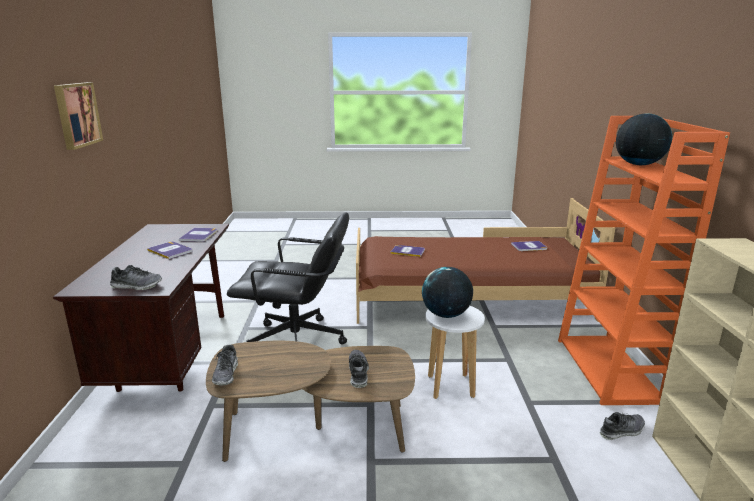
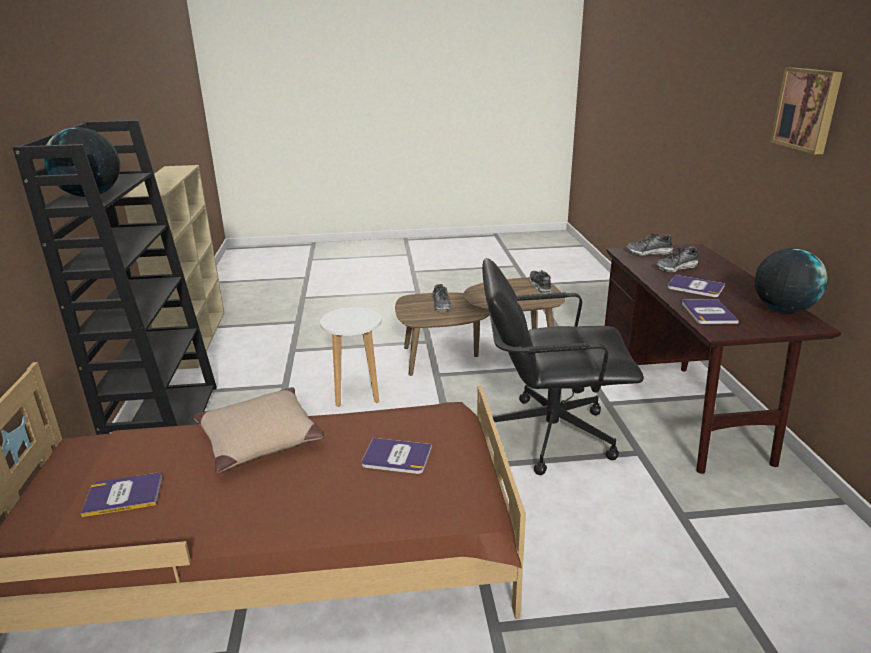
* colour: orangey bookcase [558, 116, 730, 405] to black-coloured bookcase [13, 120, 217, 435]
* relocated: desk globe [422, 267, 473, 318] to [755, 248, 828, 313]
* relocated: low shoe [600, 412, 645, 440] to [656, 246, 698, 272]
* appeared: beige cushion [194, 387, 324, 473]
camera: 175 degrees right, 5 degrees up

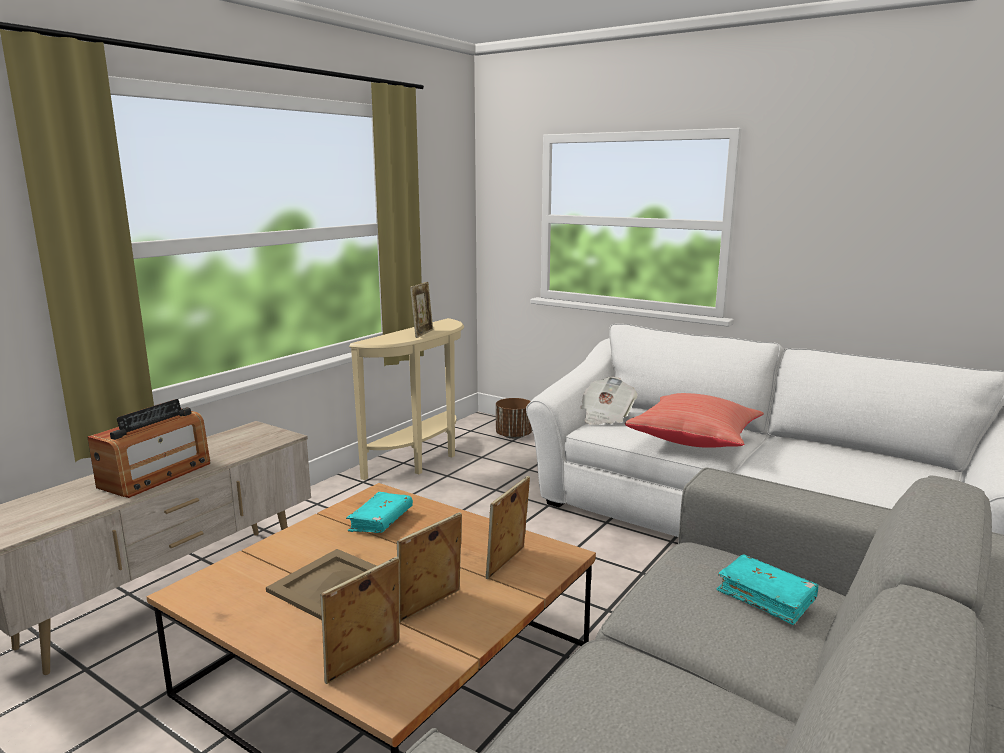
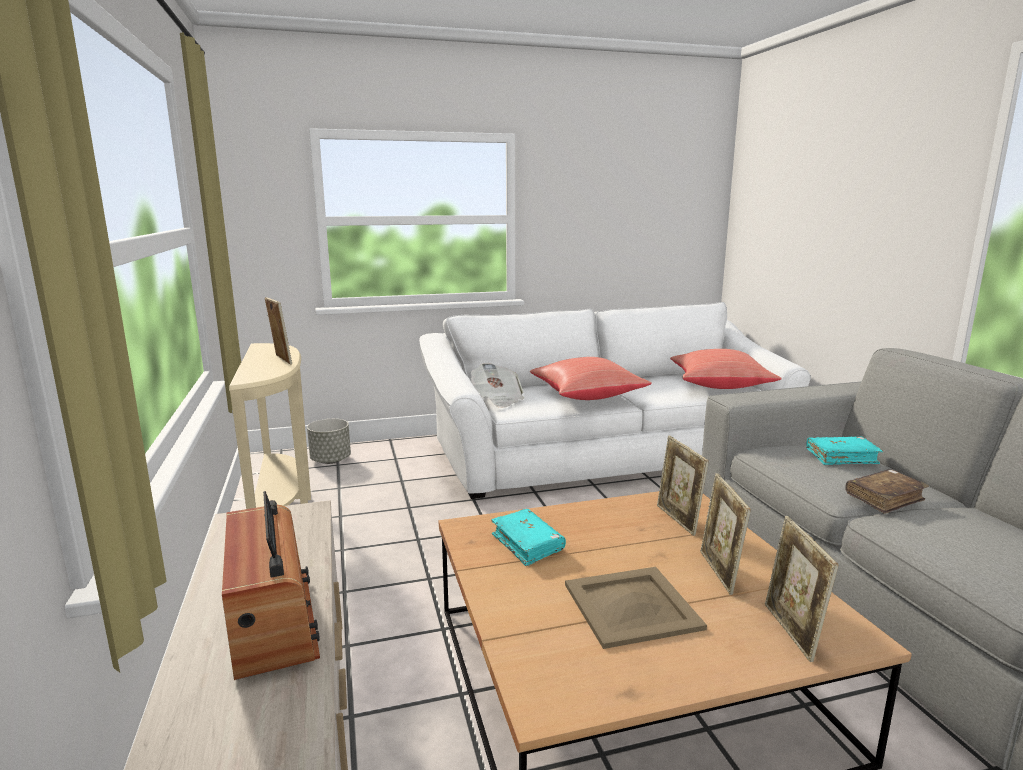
* colour: brown-coloured planter [496, 398, 532, 439] to grey planter [307, 419, 351, 464]
* appeared: red-coloured cushion [670, 349, 781, 389]
* appeared: brown-coloured volume [845, 469, 929, 514]
camera: 50 degrees left, 0 degrees up

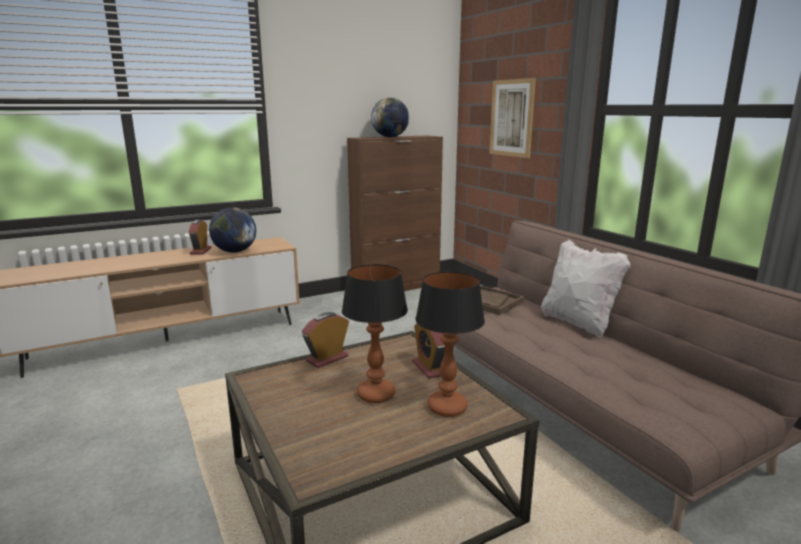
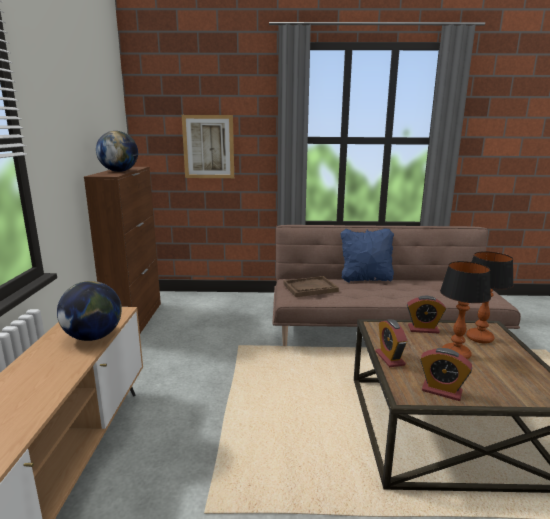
* relocated: table clock [189, 220, 211, 255] to [420, 348, 472, 401]
* colour: white cushion [541, 239, 631, 337] to blue-coloured cushion [341, 229, 394, 283]
camera: 60 degrees left, 0 degrees up

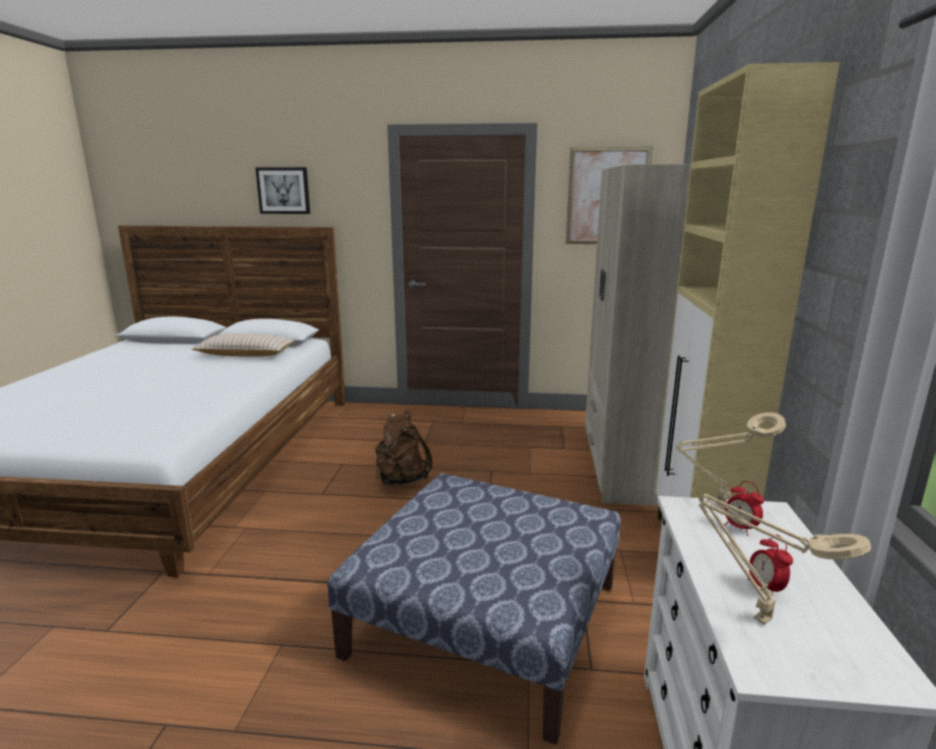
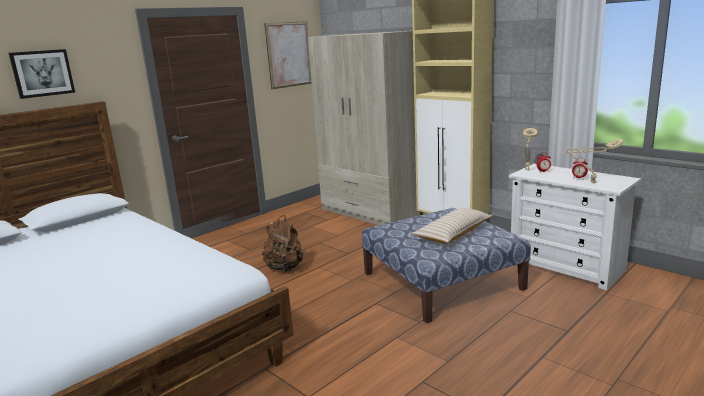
* relocated: beige cushion [191, 333, 295, 357] to [412, 208, 492, 243]
camera: 50 degrees left, 0 degrees up

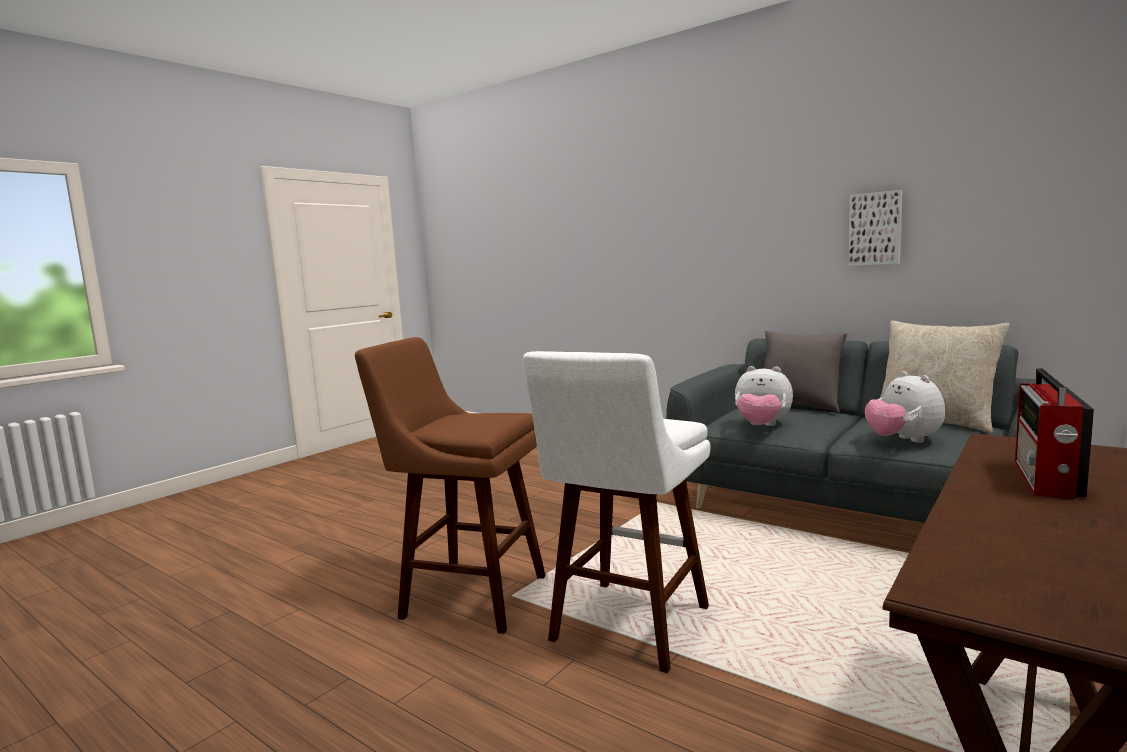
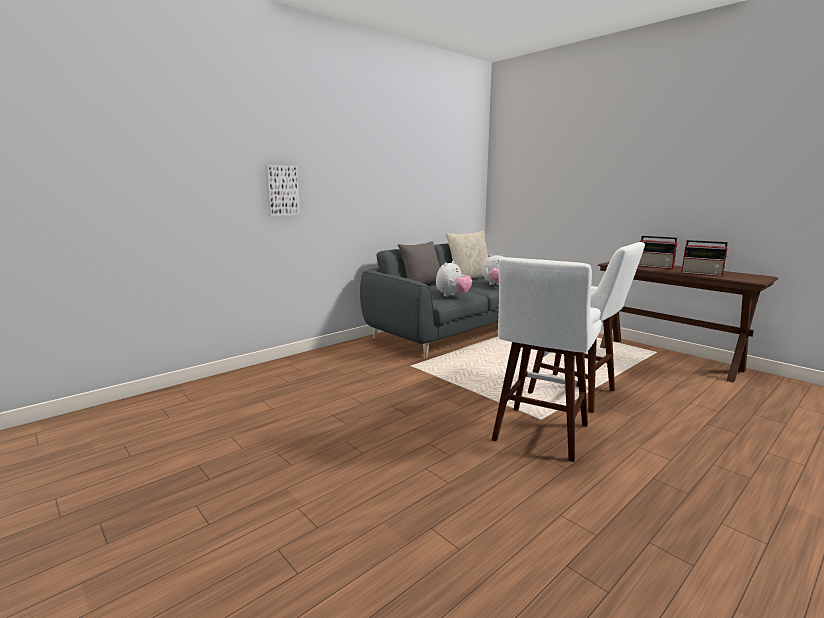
* relocated: wall art [848, 190, 902, 266] to [265, 165, 300, 216]
* colour: brown-coloured sitting stool [355, 337, 546, 634] to white sitting stool [492, 257, 602, 462]
* appeared: radio set [681, 240, 728, 276]
camera: 80 degrees left, 5 degrees up

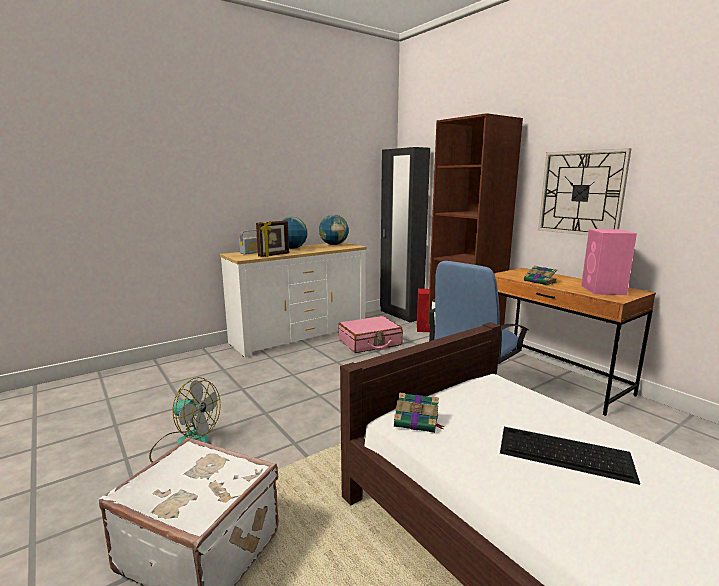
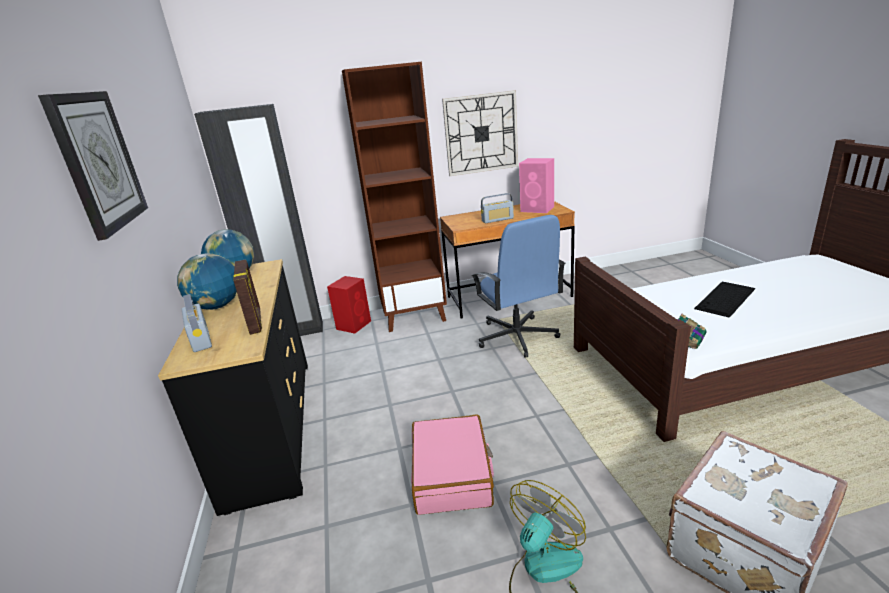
* colour: white drawer chest [220, 242, 366, 357] to black-coloured drawer chest [158, 259, 308, 516]
* exchanged: volume [524, 266, 557, 285] to radio set [481, 193, 514, 223]
* relocated: pinkish piece of luggage [338, 316, 403, 353] to [411, 414, 494, 515]
* appeared: clock on the wall [38, 91, 148, 241]
camera: 65 degrees left, 10 degrees up

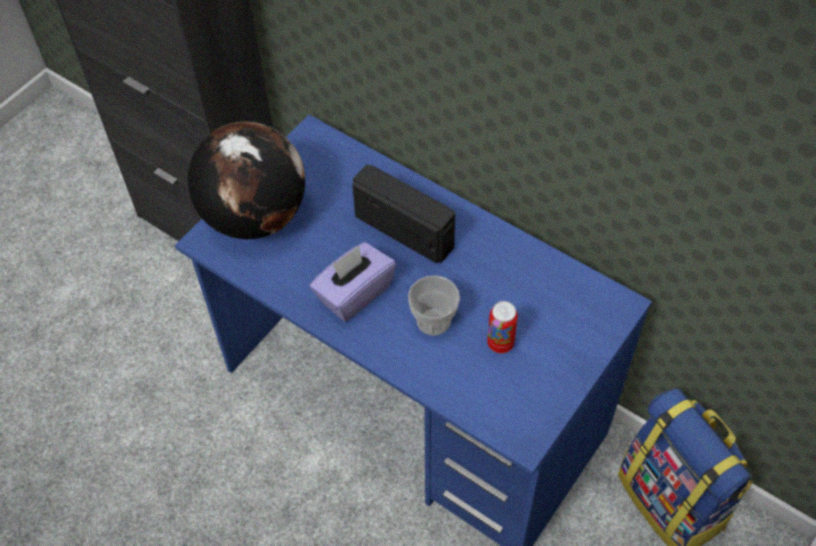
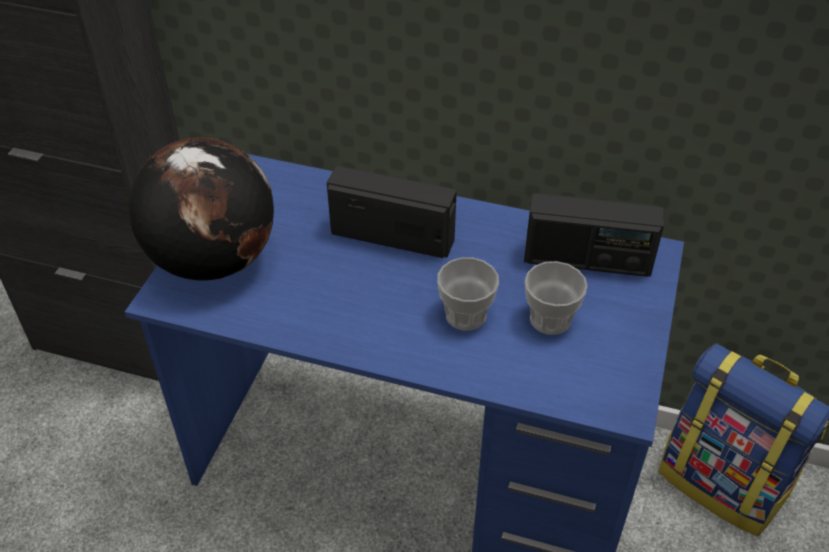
* missing: purplish tissue box [310, 242, 396, 322]
* exchanged: sealed can [487, 301, 518, 353] to small cup [525, 261, 588, 335]
* appeared: radio set [524, 193, 664, 277]
camera: 20 degrees left, 10 degrees down

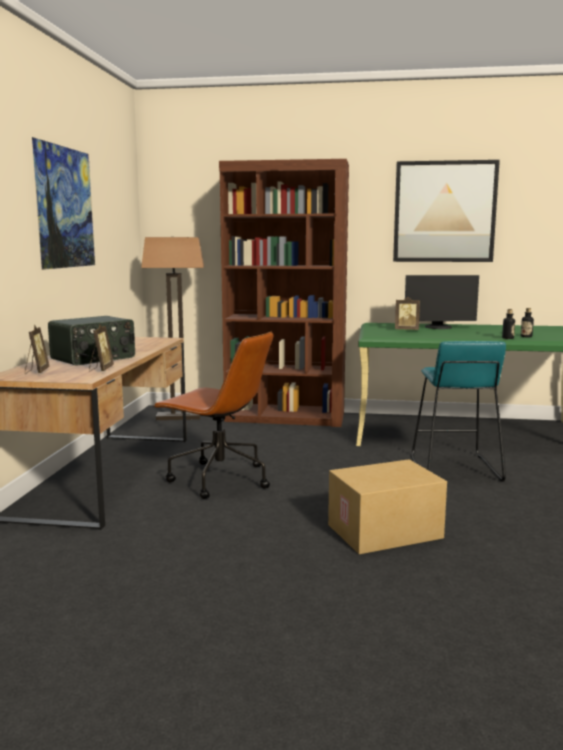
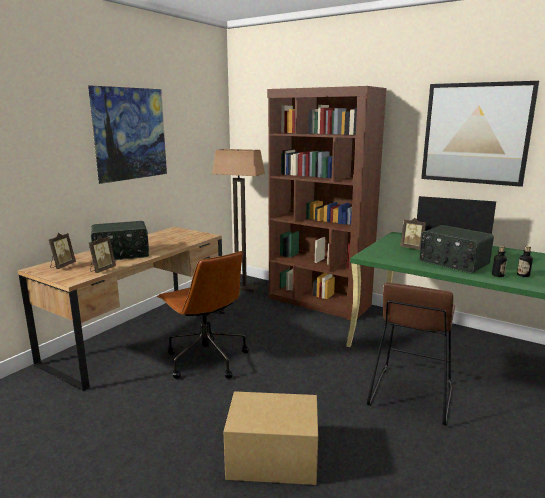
* colour: turquoise sitting stool [411, 341, 506, 481] to brown-coloured sitting stool [367, 282, 455, 425]
* appeared: radio set [419, 225, 494, 273]
camera: 25 degrees right, 5 degrees up

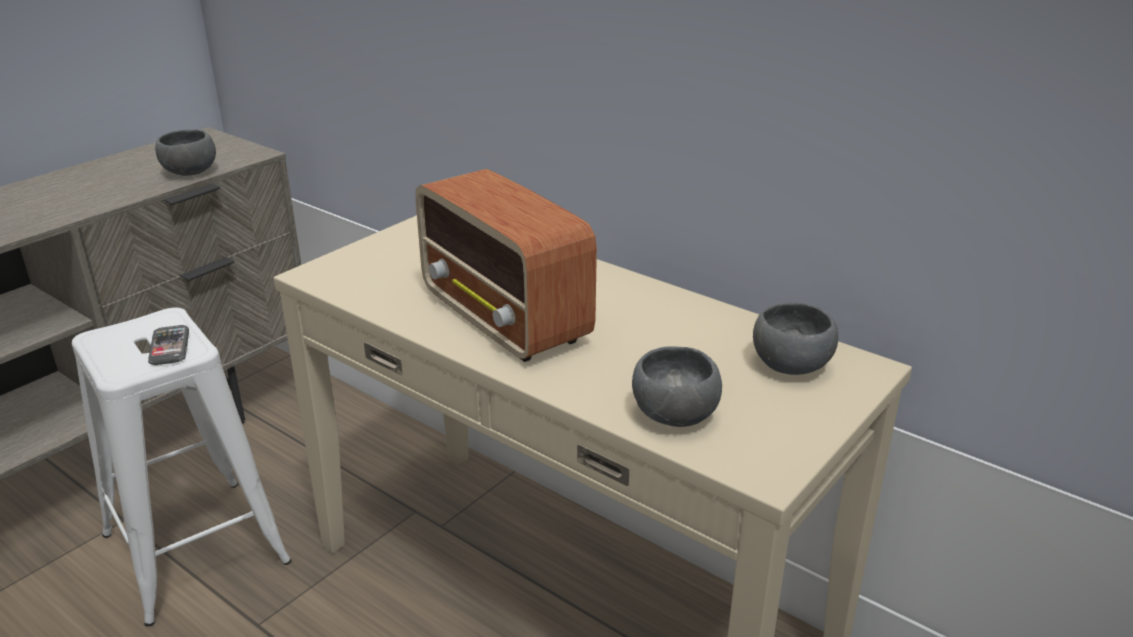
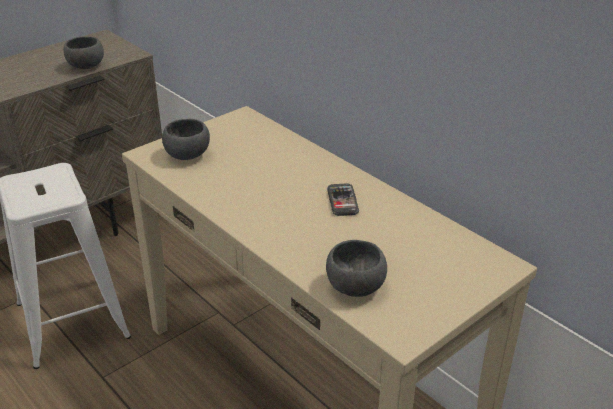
* missing: radio set [416, 169, 597, 362]
* relocated: grey bowl [753, 302, 838, 375] to [162, 119, 210, 160]
* relocated: handset [148, 325, 189, 365] to [327, 183, 359, 216]
camera: 10 degrees right, 5 degrees up

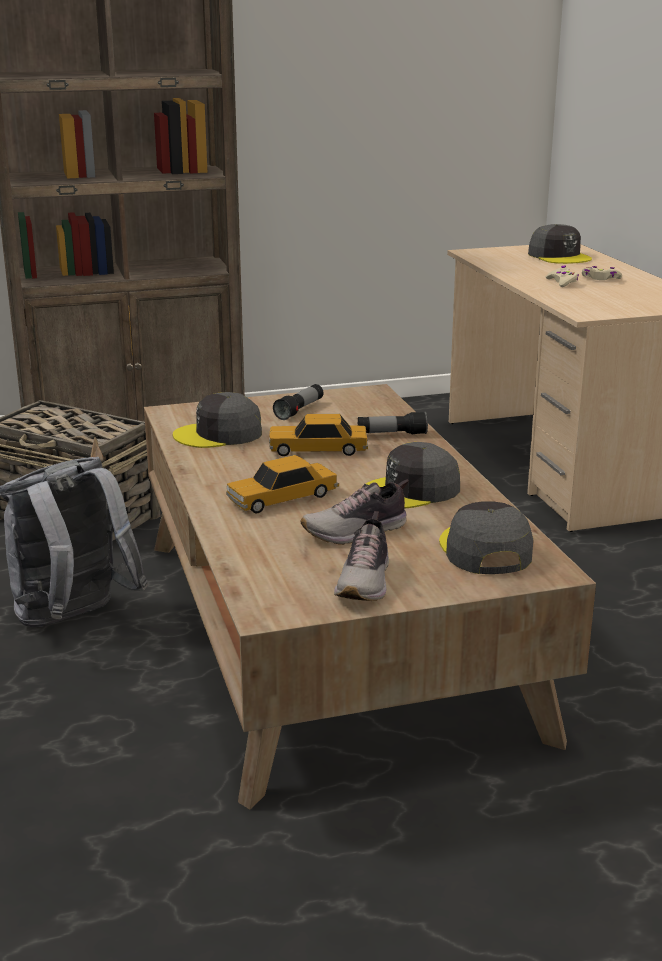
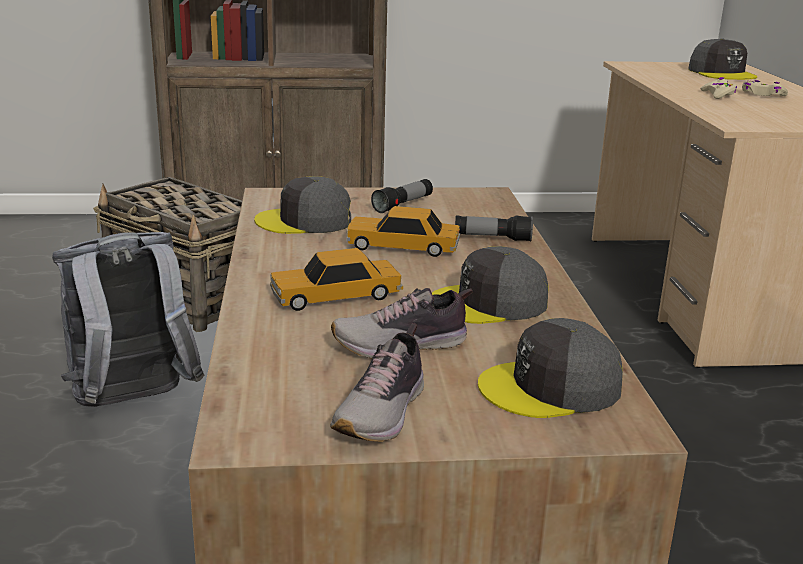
* spun: grey baseball cap [439, 501, 533, 574] = [478, 318, 623, 418] 105 degrees counterclockwise
camera: 10 degrees right, 0 degrees up

